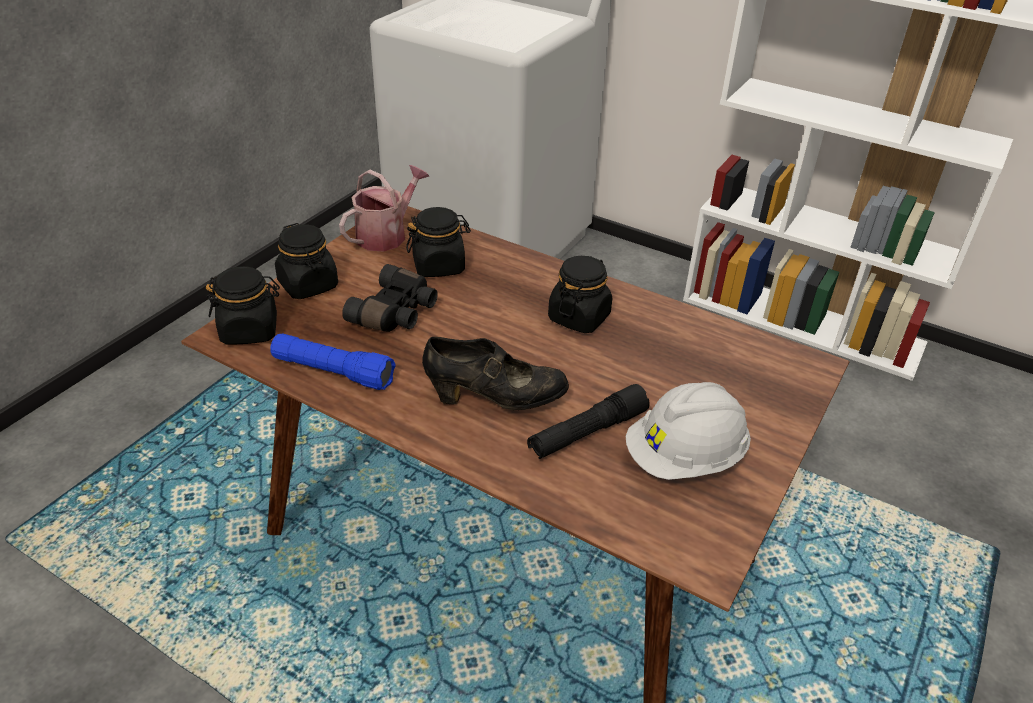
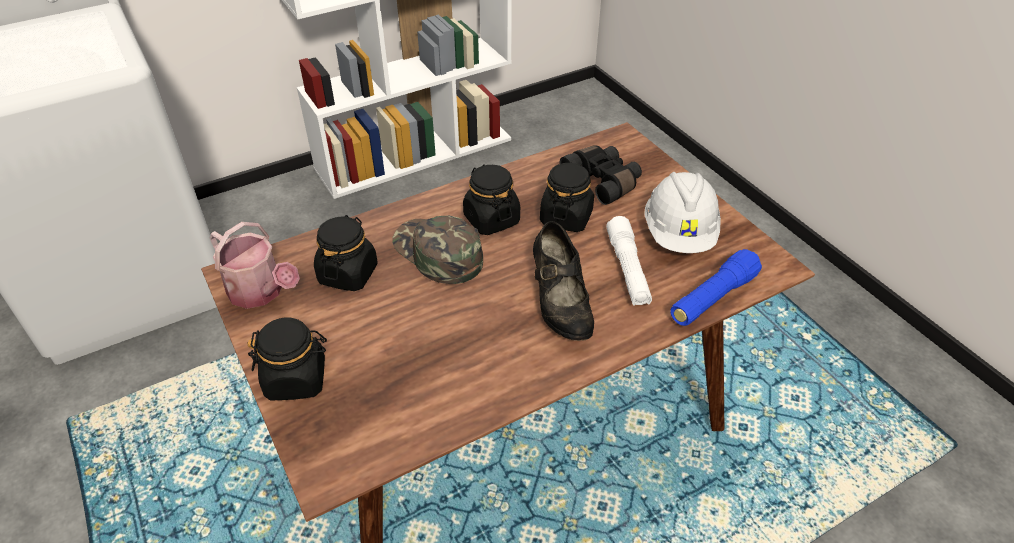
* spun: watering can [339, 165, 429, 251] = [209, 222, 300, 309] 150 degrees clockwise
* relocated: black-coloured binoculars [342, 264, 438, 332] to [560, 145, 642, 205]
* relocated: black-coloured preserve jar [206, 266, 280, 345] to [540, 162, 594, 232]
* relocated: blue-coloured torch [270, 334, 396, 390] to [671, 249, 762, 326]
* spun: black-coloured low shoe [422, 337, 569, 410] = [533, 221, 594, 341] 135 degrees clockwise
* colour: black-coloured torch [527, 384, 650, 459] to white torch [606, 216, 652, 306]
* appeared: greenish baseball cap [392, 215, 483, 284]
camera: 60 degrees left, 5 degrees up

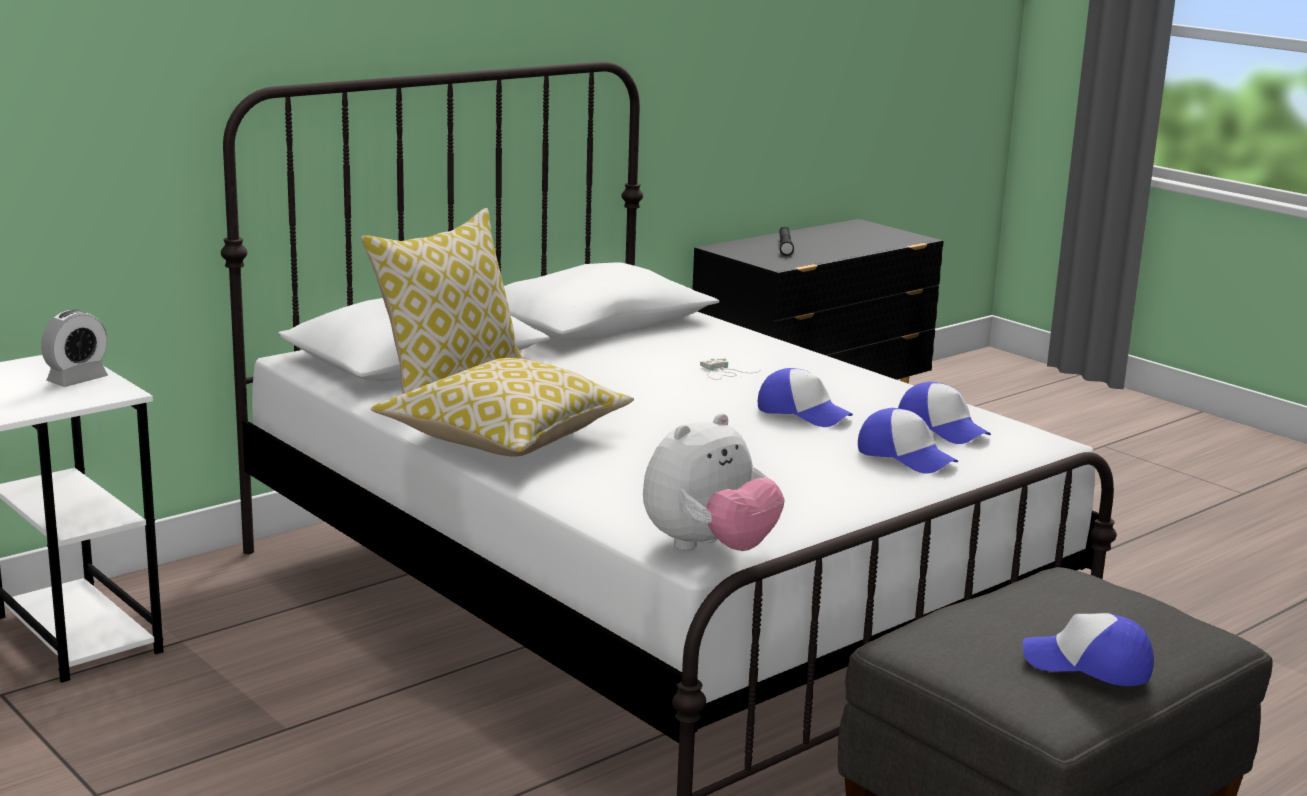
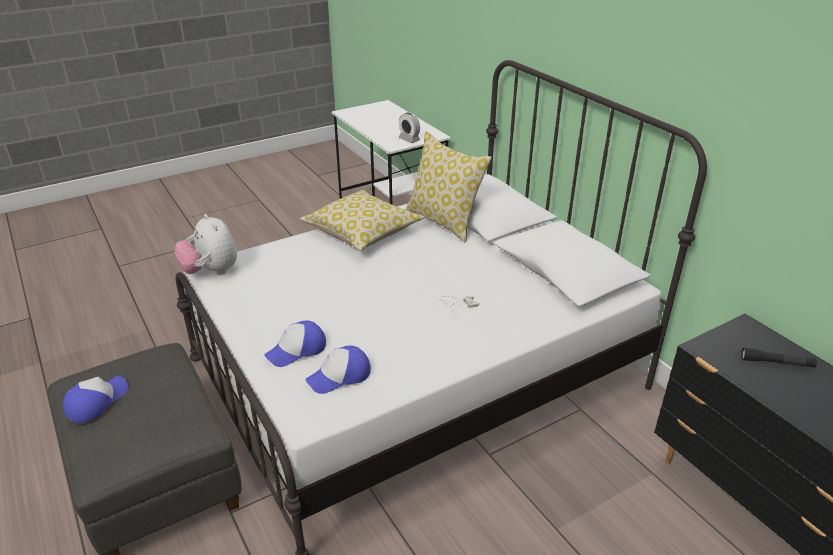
* missing: baseball cap [758, 368, 853, 427]
camera: 100 degrees right, 15 degrees up

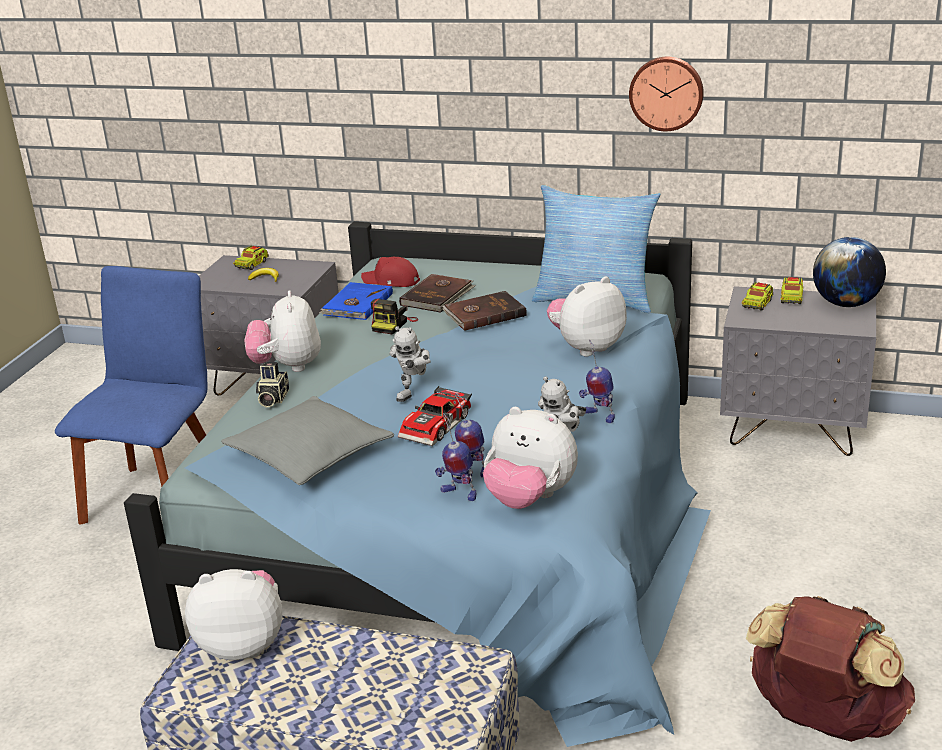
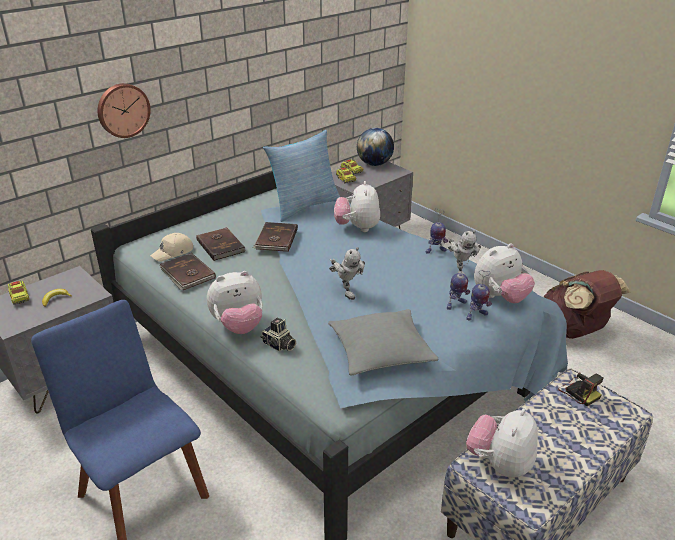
* relocated: clock on the wall [629, 57, 704, 131] to [97, 83, 151, 138]
* colour: red-coloured baseball cap [361, 256, 420, 287] to beige baseball cap [150, 233, 193, 262]
* colour: blue-coloured volume [319, 282, 393, 320] to brown-coloured volume [160, 253, 216, 290]
* spun: soft toy [245, 290, 321, 372] = [207, 271, 263, 334] 45 degrees counterclockwise
* relocated: still camera [371, 299, 418, 334] to [558, 373, 603, 406]
* missing: miniature car [398, 386, 472, 446]
camera: 60 degrees left, 5 degrees up

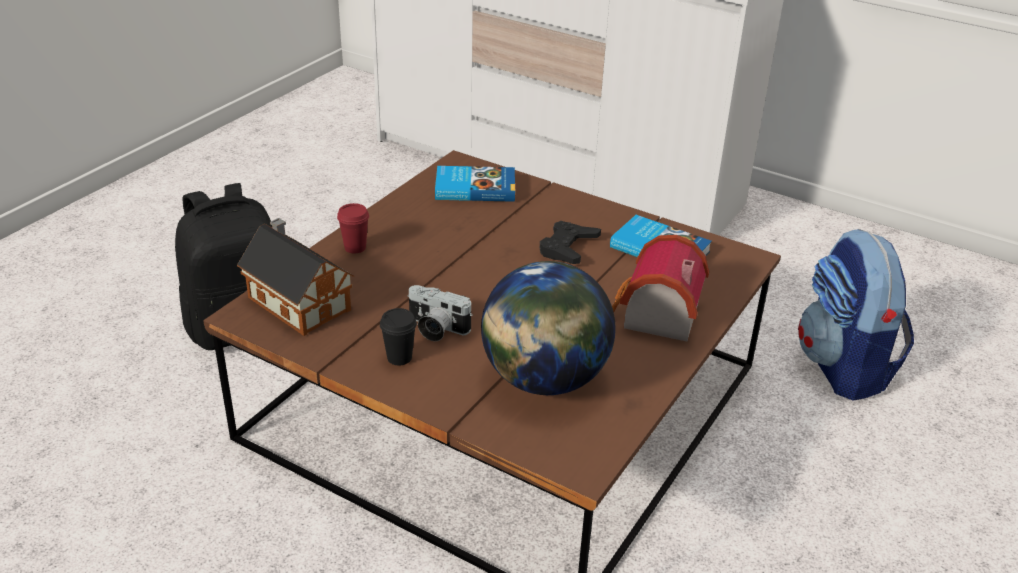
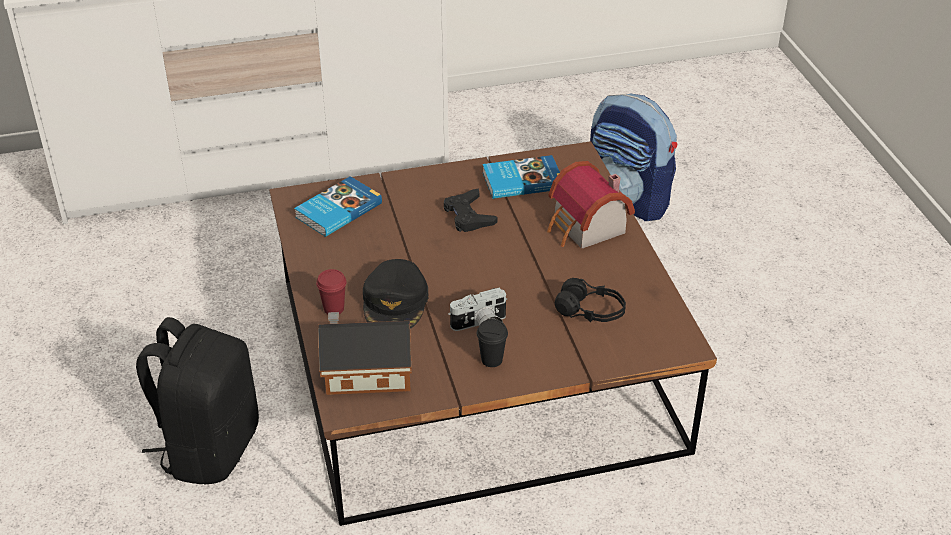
* exchanged: desk globe [481, 261, 616, 395] to black-coloured pair of headphones [555, 278, 626, 322]
* appeared: black-coloured baseball cap [363, 259, 428, 329]
camera: 45 degrees left, 5 degrees up

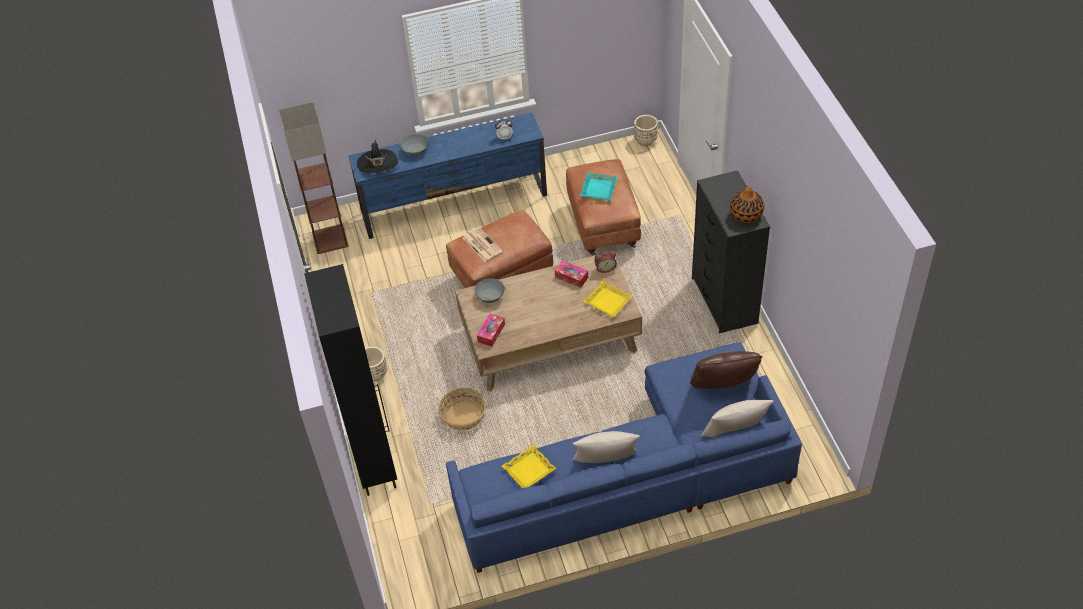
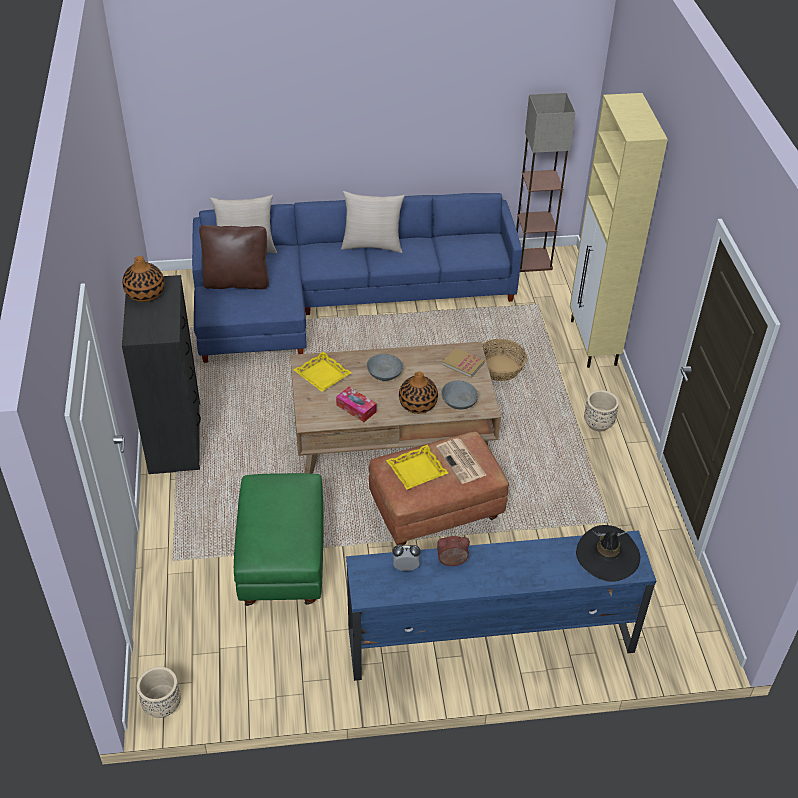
* relocated: floor lamp [279, 102, 349, 254] to [516, 93, 576, 272]
* relocated: grey bowl [400, 134, 429, 155] to [367, 354, 403, 381]
* colour: brown-coloured ottoman [566, 159, 641, 255] to greenish ottoman [234, 473, 324, 606]
* missing: turquoise serving tray [580, 172, 618, 200]
* relocated: table clock [594, 251, 617, 273] to [437, 536, 470, 566]
* colour: black-coloured cupboard [304, 264, 397, 496] to beige cupboard [570, 93, 668, 368]
* exchanged: tissue box [477, 314, 505, 347] to volume [442, 348, 485, 378]
* relocated: yellow-coloured serving tray [502, 445, 556, 488] to [386, 445, 448, 489]
* appeared: vase [399, 371, 438, 414]
camera: 175 degrees left, 5 degrees down

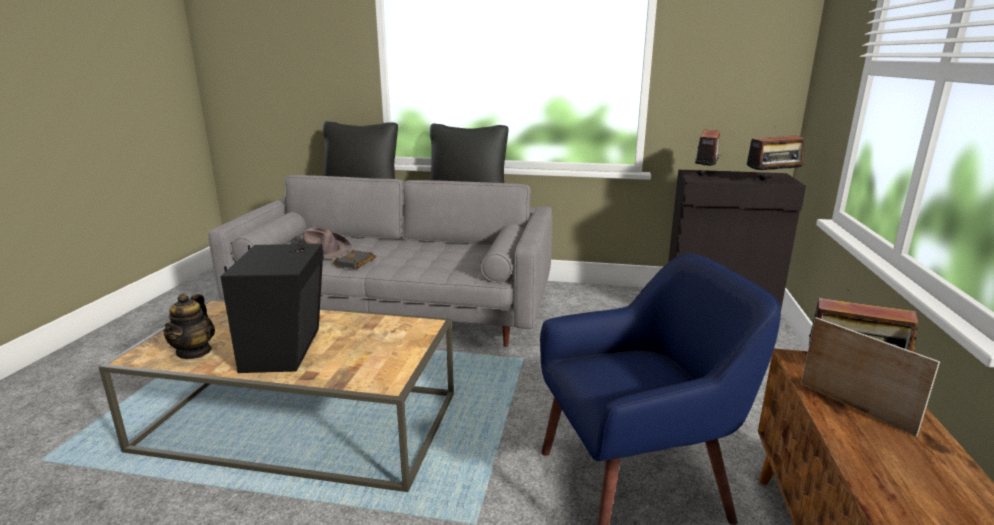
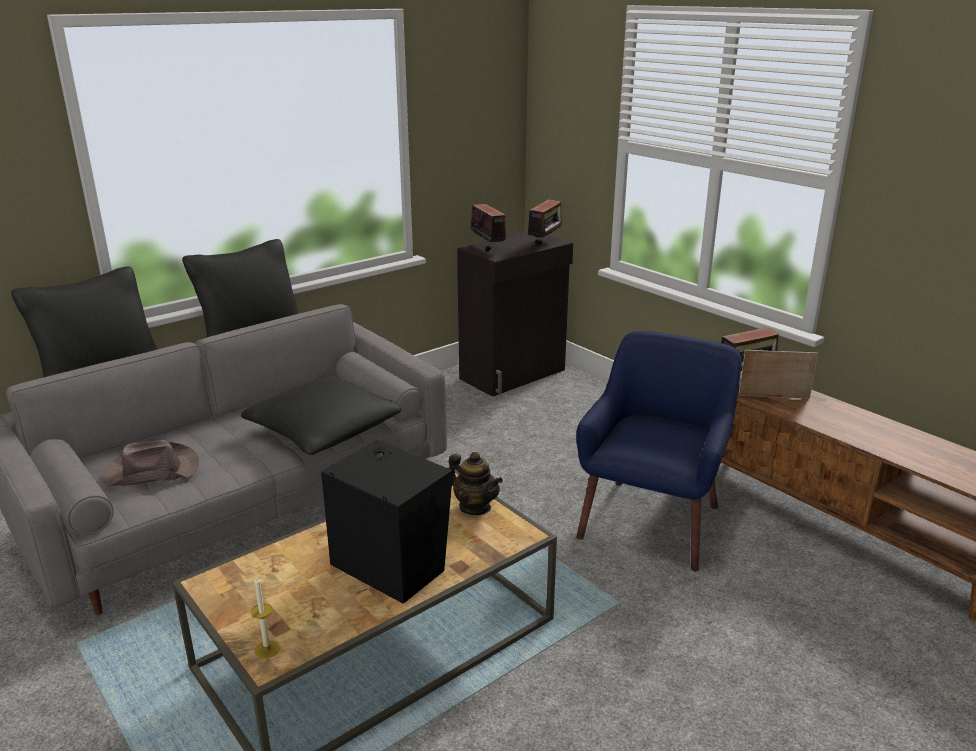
* missing: black-coloured volume [333, 250, 376, 269]
* relocated: teapot [164, 293, 215, 359] to [449, 452, 503, 515]
* appeared: black-coloured cushion [241, 374, 401, 455]
* appeared: wax candle [251, 576, 279, 658]
camera: 50 degrees left, 5 degrees up

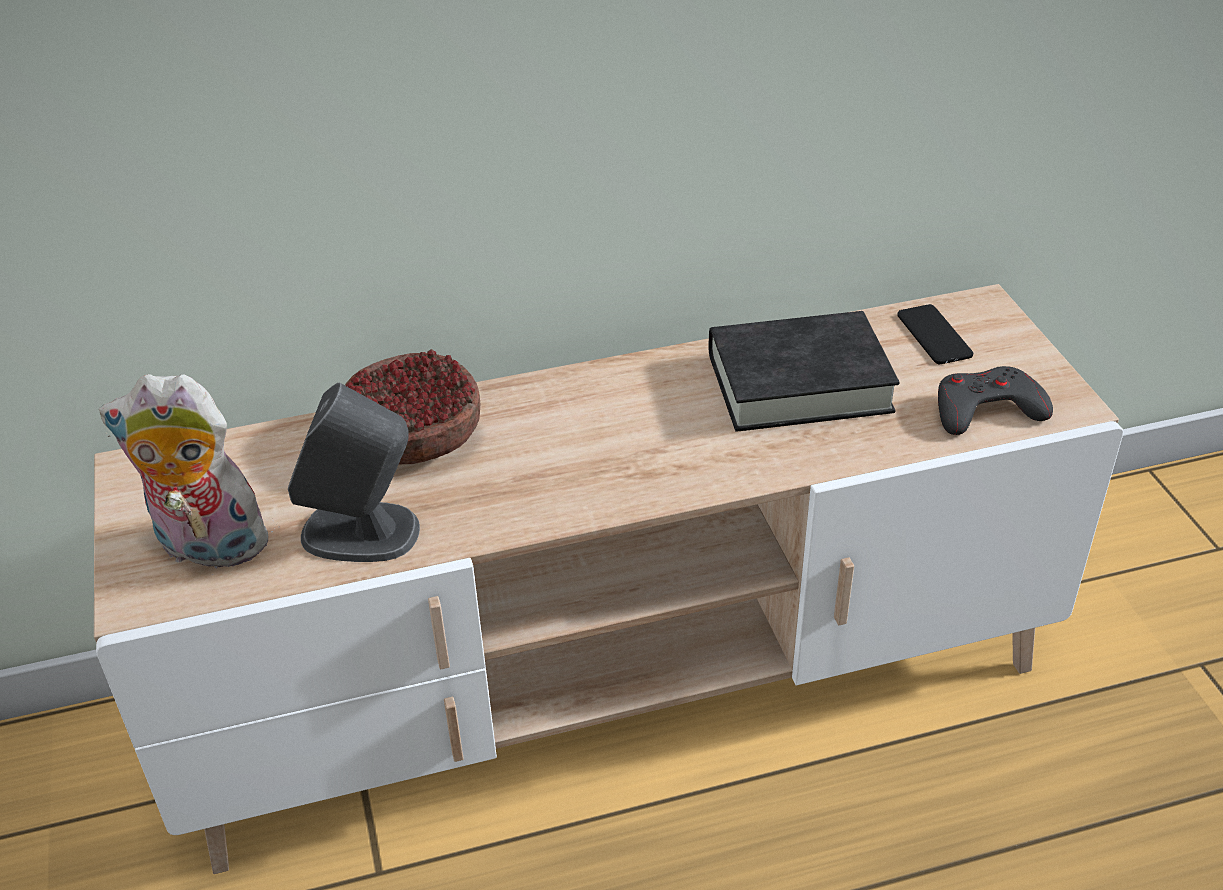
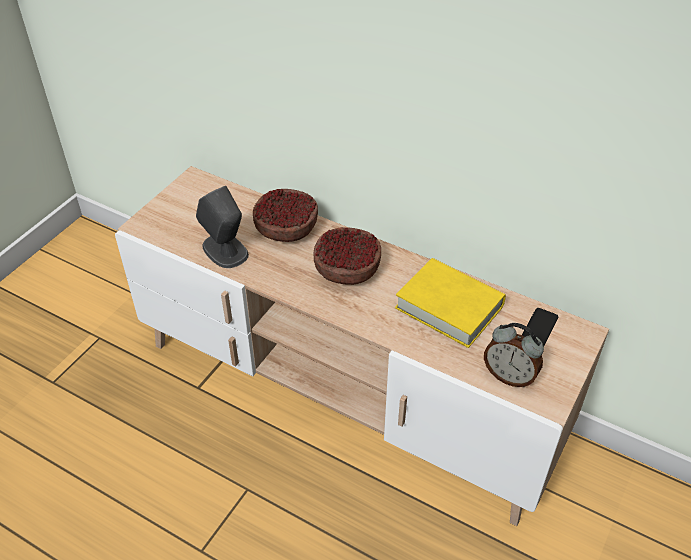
* colour: black-coloured volume [709, 311, 900, 432] to yellow-coloured volume [395, 258, 506, 348]
* exchanged: grey joypad [938, 366, 1053, 435] to table clock [484, 323, 544, 387]
* missing: soft toy [99, 374, 275, 575]
* appeared: bowl [314, 227, 381, 285]
camera: 45 degrees right, 5 degrees up

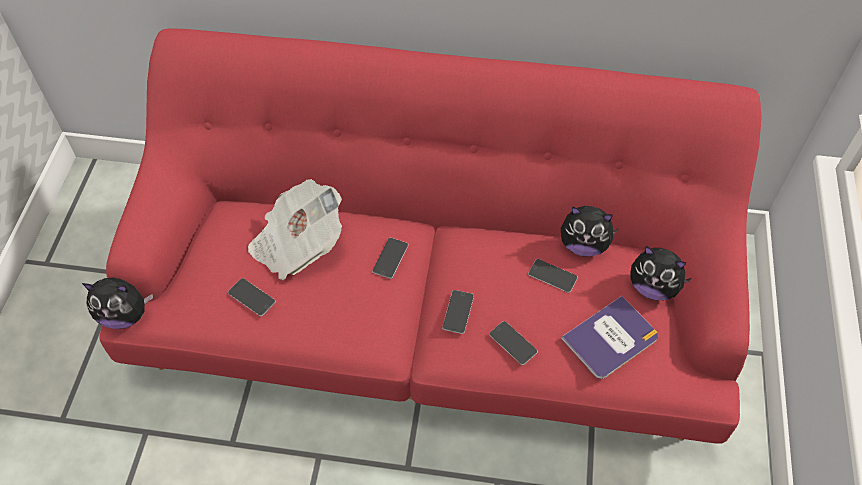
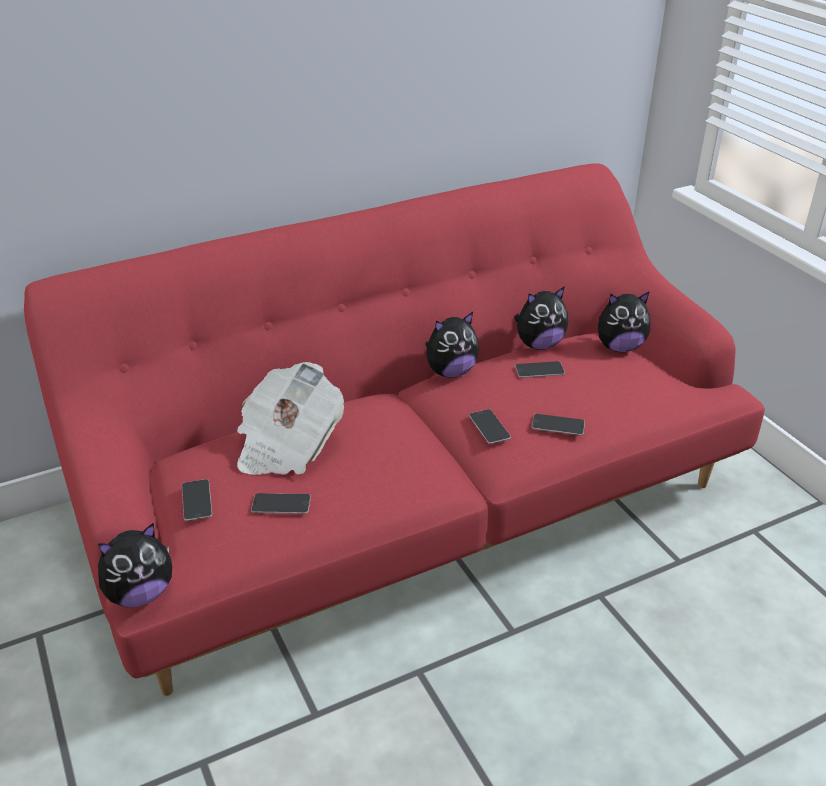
* relocated: handset [372, 238, 408, 279] to [182, 479, 212, 521]
* missing: volume [561, 296, 658, 379]
* appeared: soft toy [426, 312, 479, 378]
camera: 35 degrees left, 20 degrees down

